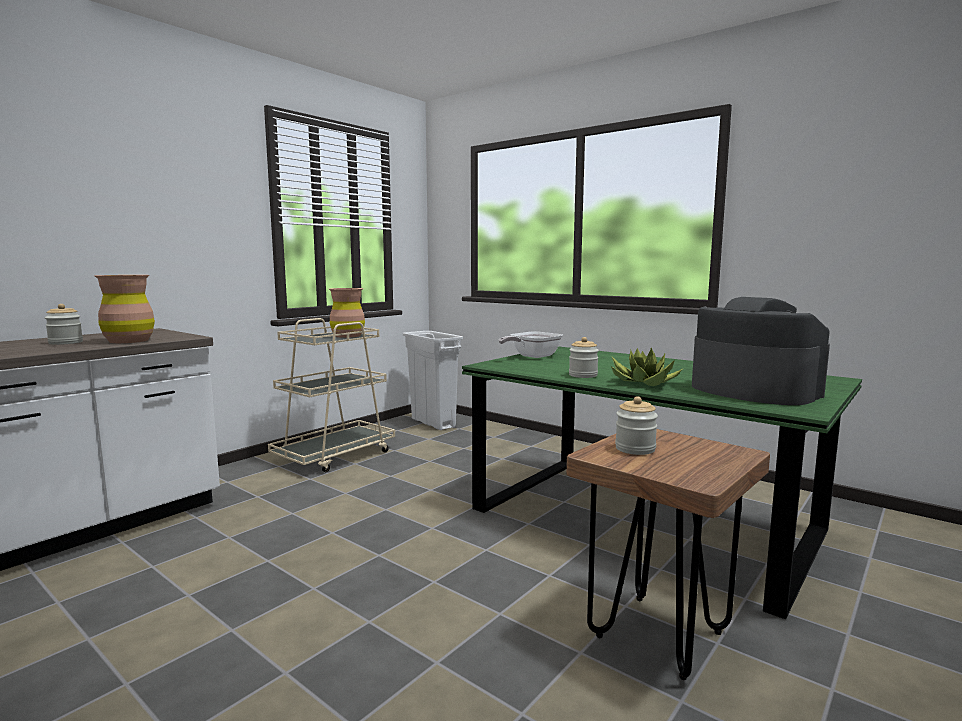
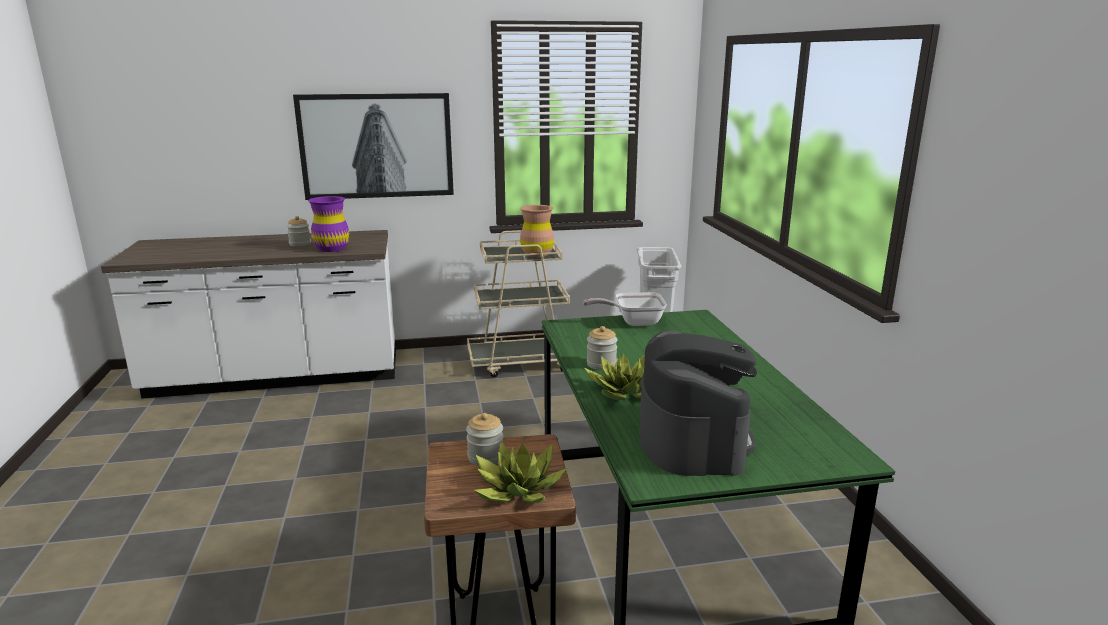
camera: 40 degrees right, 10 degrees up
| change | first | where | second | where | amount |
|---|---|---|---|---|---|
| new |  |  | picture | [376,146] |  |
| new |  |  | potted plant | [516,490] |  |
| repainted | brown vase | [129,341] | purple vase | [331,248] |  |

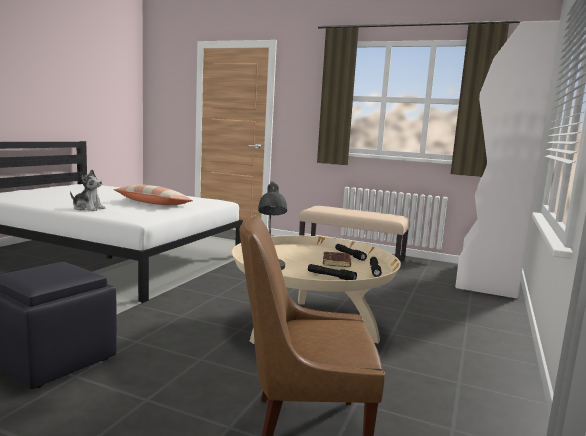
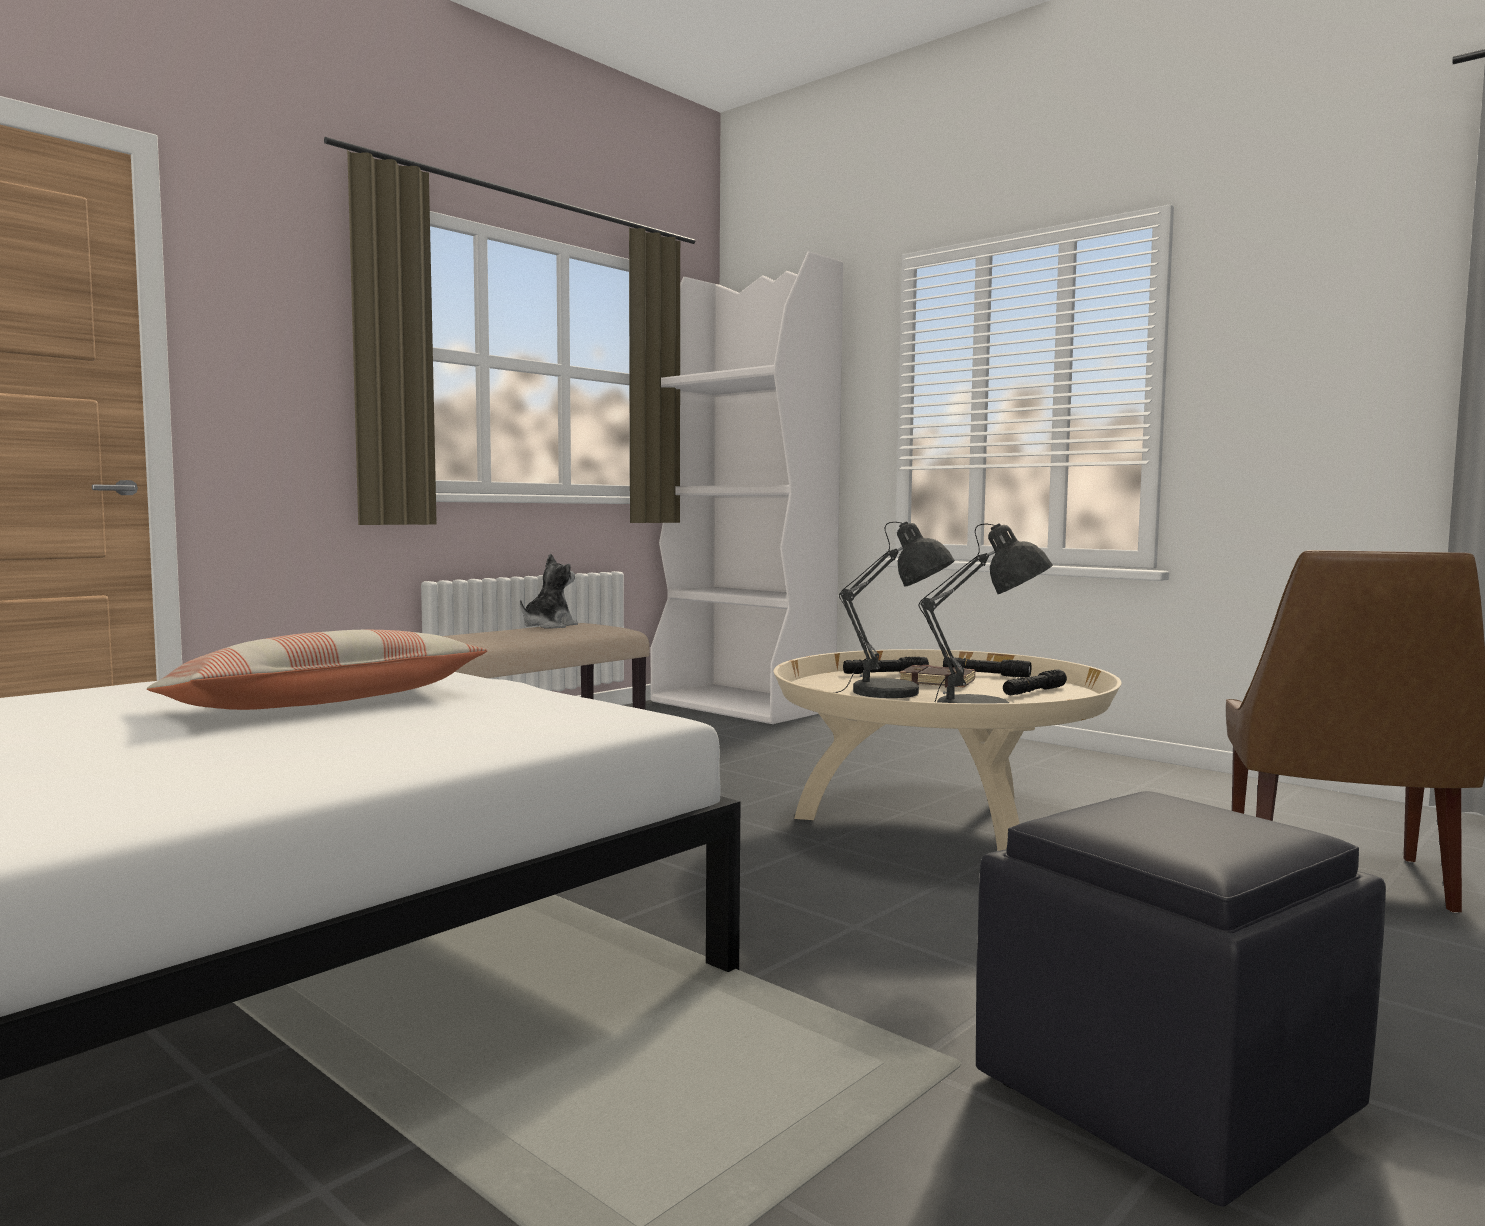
camera: 70 degrees left, 5 degrees down
| change | first | where | second | where | amount |
|---|---|---|---|---|---|
| new |  |  | grey table lamp | [894,693] |  |
| shifted | plush toy | [88,208] |  | [548,626] |  |

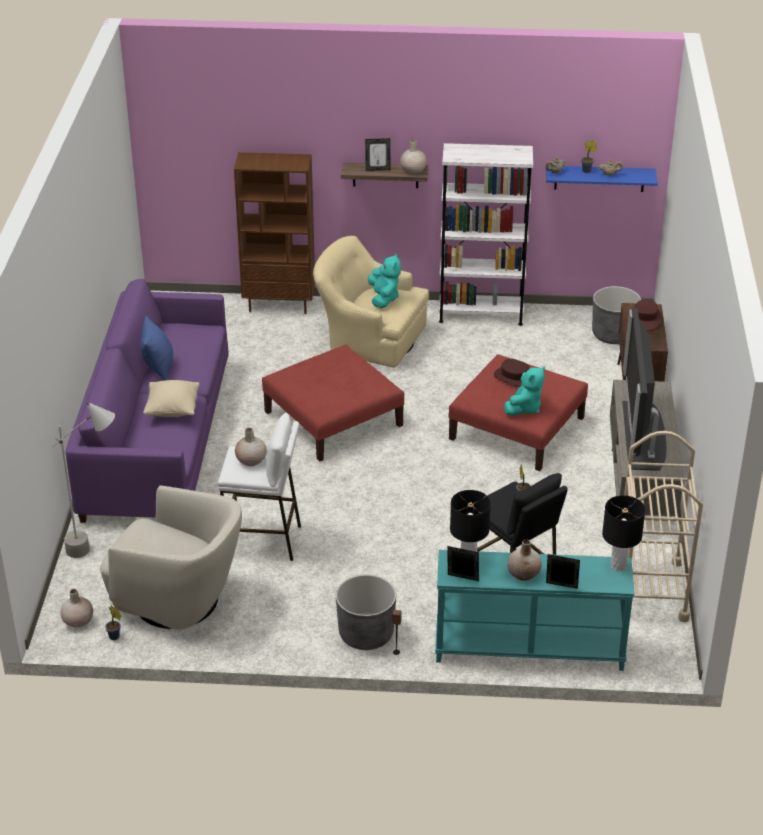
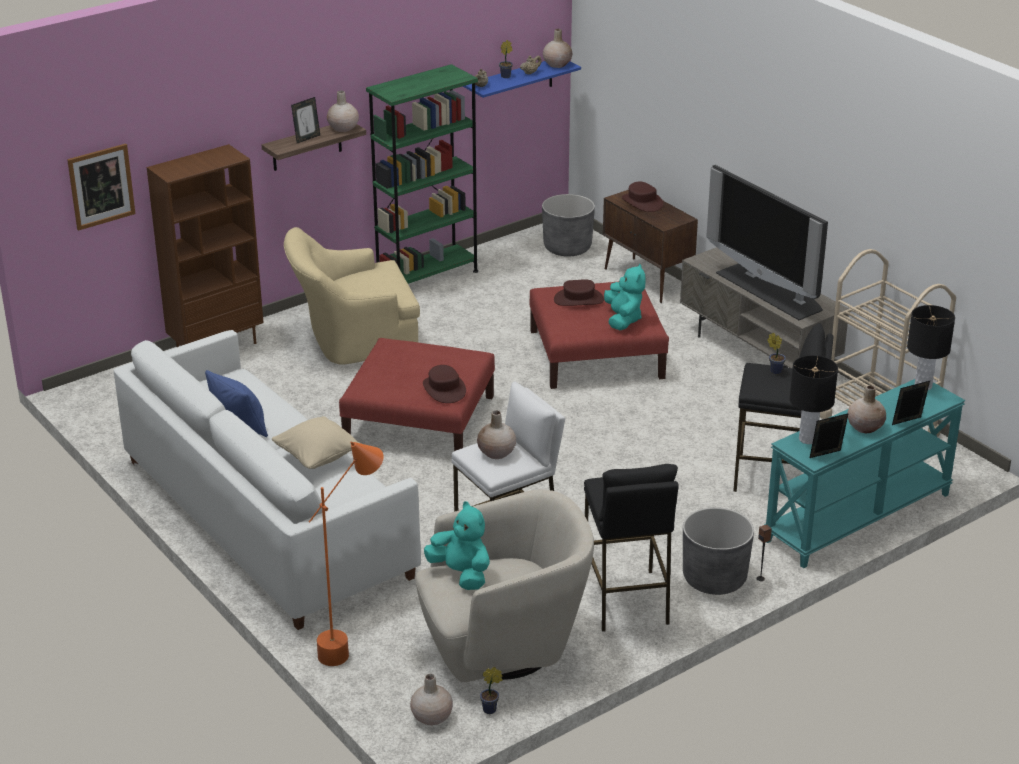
camera: 40 degrees left, 5 degrees down
| change | first | where | second | where | amount |
|---|---|---|---|---|---|
| new |  |  | picture | [101,186] |  |
| new |  |  | brown hat | [444,389] |  |
| new |  |  | beige vase | [557,64] |  |
| new |  |  | black stool | [625,601] |  |
| shifted | turquoise plush toy | [383,298] |  | [461,574] |  |
| repainted | grey floor lamp | [97,549] | orange floor lamp | [353,644] |  |
| repainted | purple sofa | [157,439] | white sofa | [266,517] |  |
| repainted | white bookcase | [481,314] | green bookcase | [427,277] |  |

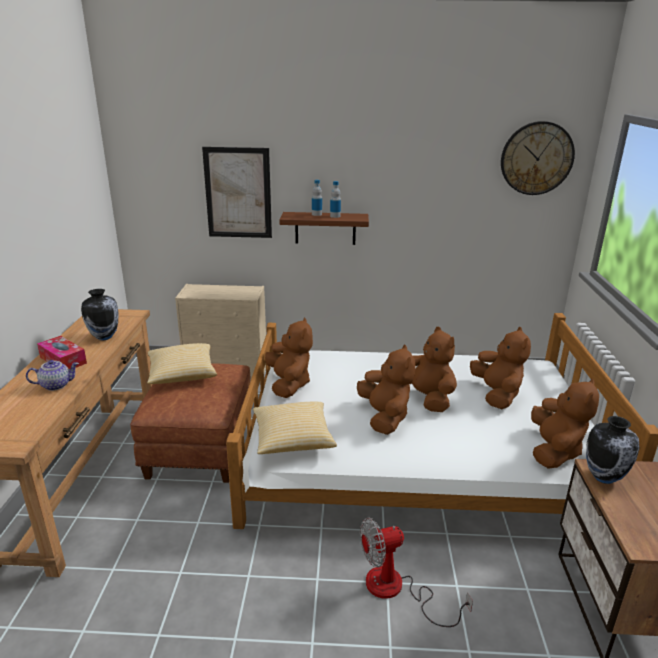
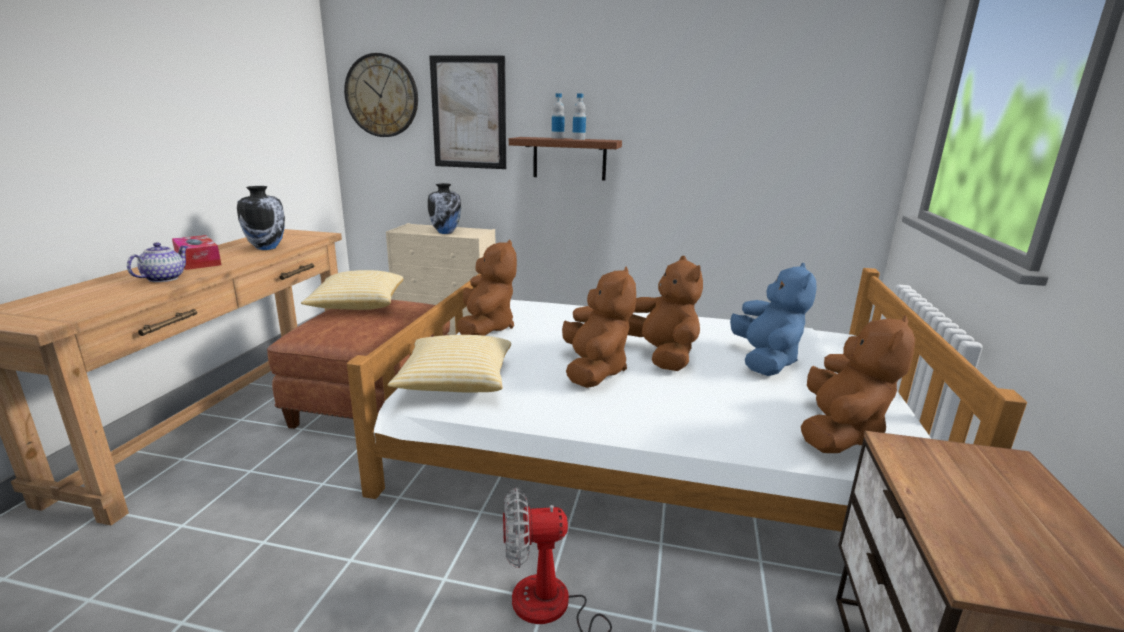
camera: 10 degrees right, 5 degrees down
| change | first | where | second | where | amount |
|---|---|---|---|---|---|
| shifted | wall clock | [536,158] |  | [382,96] |  |
| shifted | vase | [604,477] |  | [446,232] |  |
| repainted | brown plush toy | [496,395] | blue plush toy | [765,361] |  |
| rotated | teapot | [56,385] |  | [163,278] | 60 degrees counterclockwise |

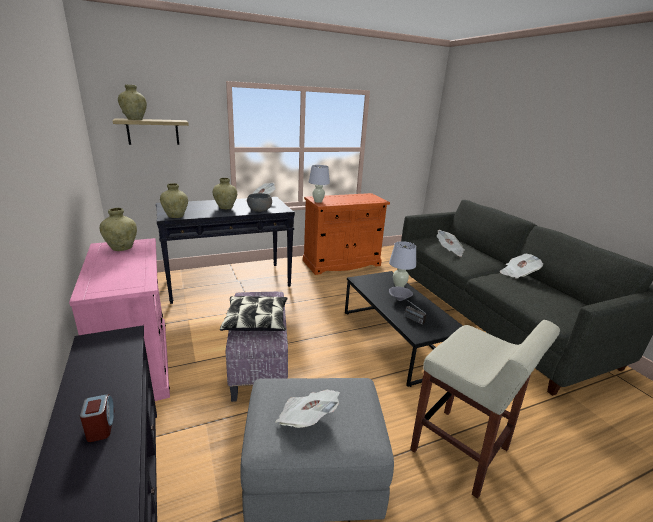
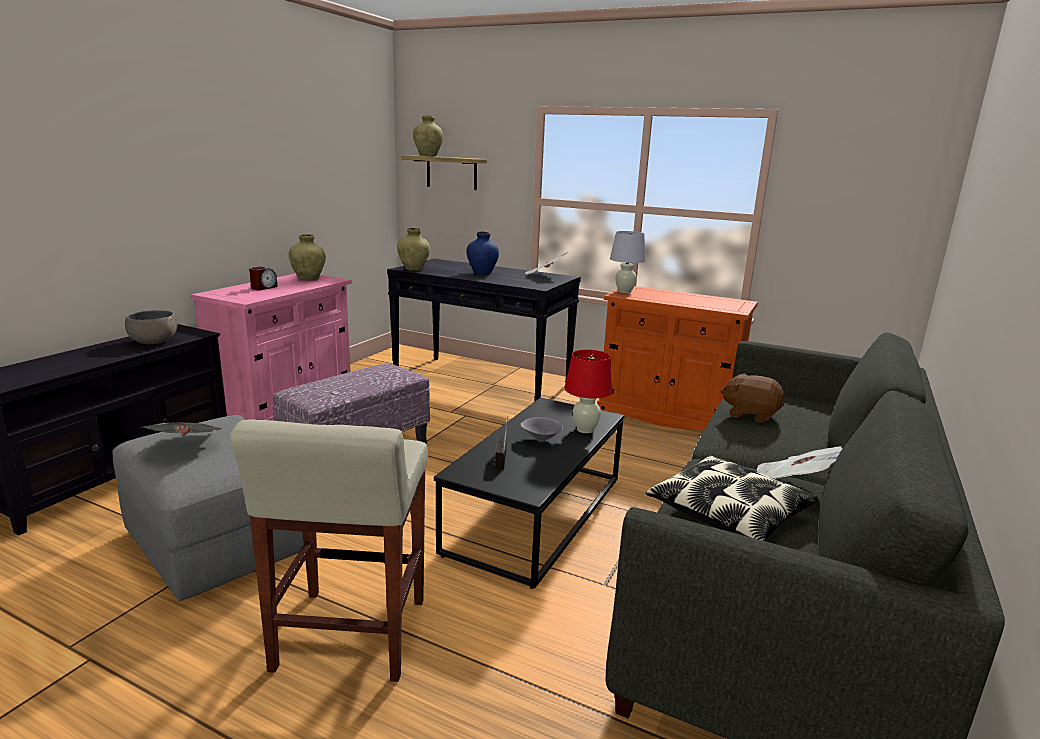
camera: 50 degrees right, 5 degrees down
| change | first | where | second | where | amount |
|---|---|---|---|---|---|
| shifted | alarm clock | [101,426] |  | [264,288] |  |
| shifted | pillow | [256,320] |  | [729,513] |  |
| shifted | grey bowl | [260,210] |  | [154,341] |  |
| swapped | newspaper | [449,251] | brown plush toy | [750,414] |  |
| repainted | beige vase | [225,208] | blue vase | [482,273] |  |
| repainted | white table lamp | [399,285] | red table lamp | [585,429] |  |

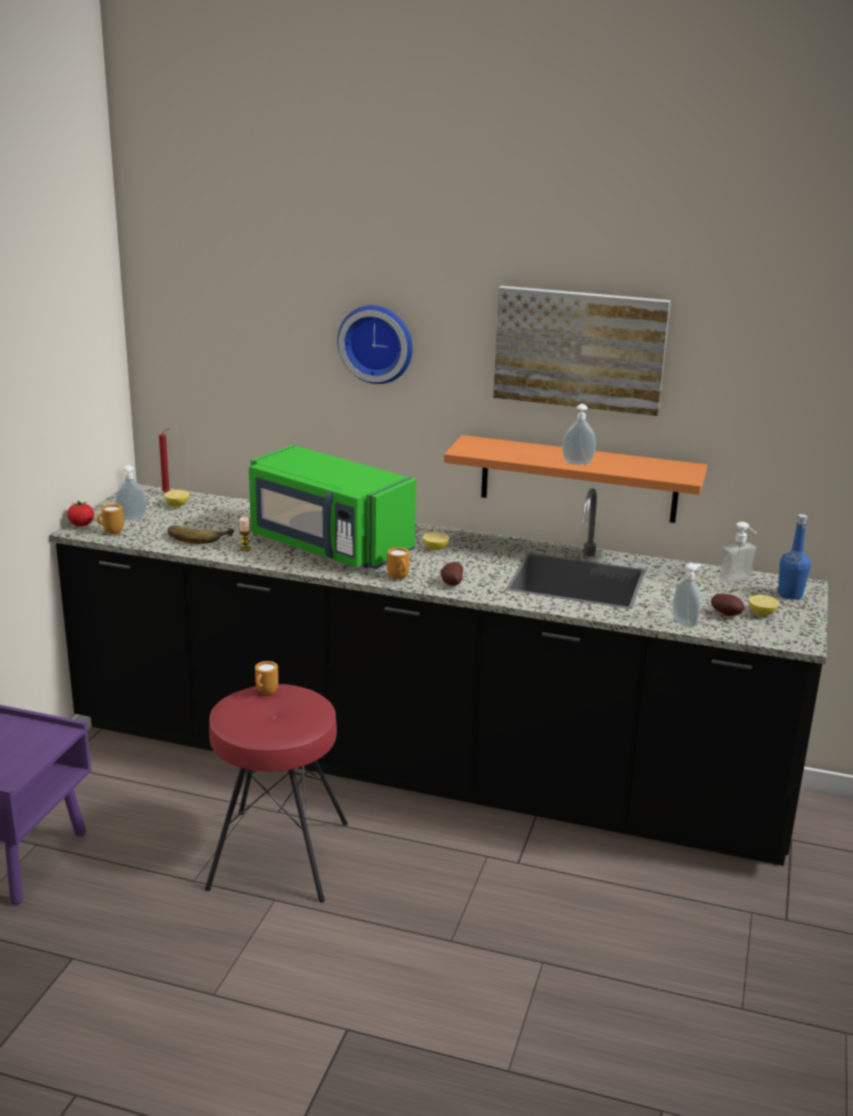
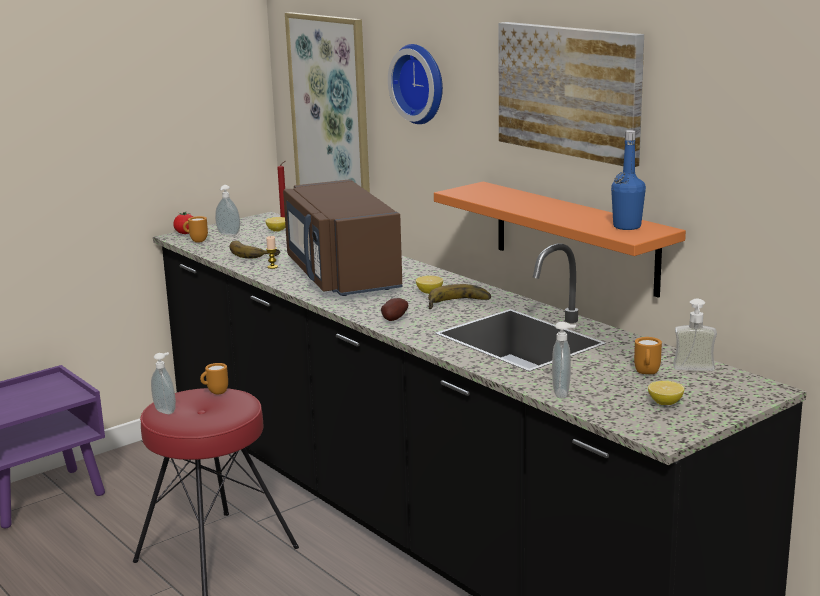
camera: 35 degrees right, 5 degrees down
| change | first | where | second | where | amount |
|---|---|---|---|---|---|
| gone | potato | [727,615] |  |  |  |
| new |  |  | picture | [331,113] |  |
| new |  |  | banana | [459,304] |  |
| shifted | orange mug | [399,578] |  | [647,374] |  |
| shifted | soap dispenser | [577,462] |  | [166,410] |  |
| shifted | blue bottle | [790,595] |  | [627,226] |  |
| repainted | green microwave | [328,546] | brown microwave | [341,275] |  |

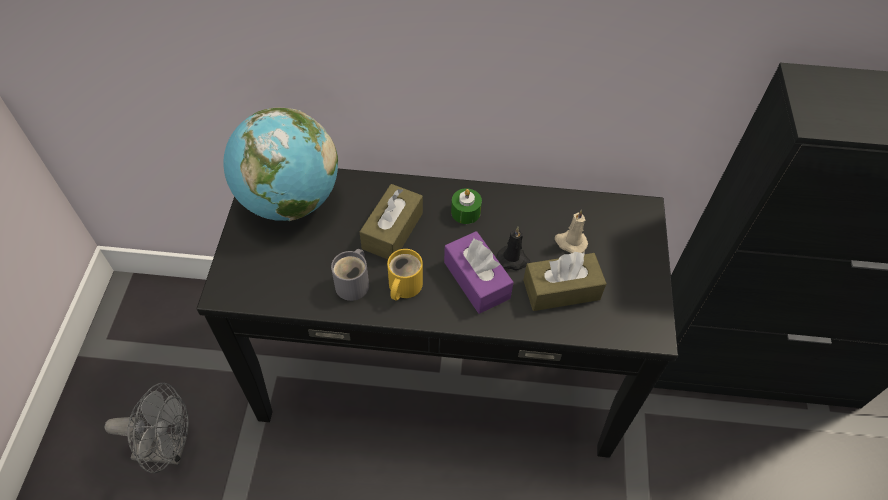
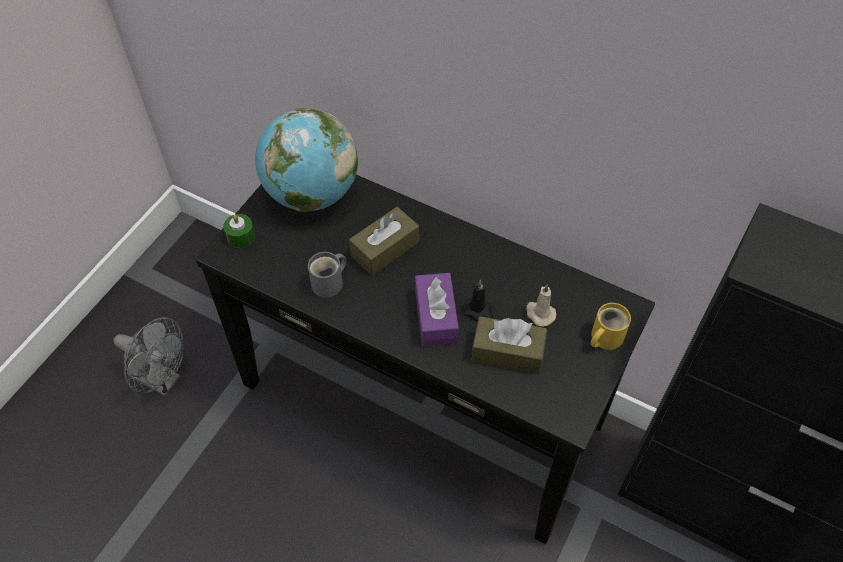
camera: 25 degrees right, 0 degrees up
| change | first | where | second | where | amount |
|---|---|---|---|---|---|
| shifted | yellow mug | [403,286] |  | [604,337] |  |
| shifted | green candle | [465,212] |  | [240,236] |  |

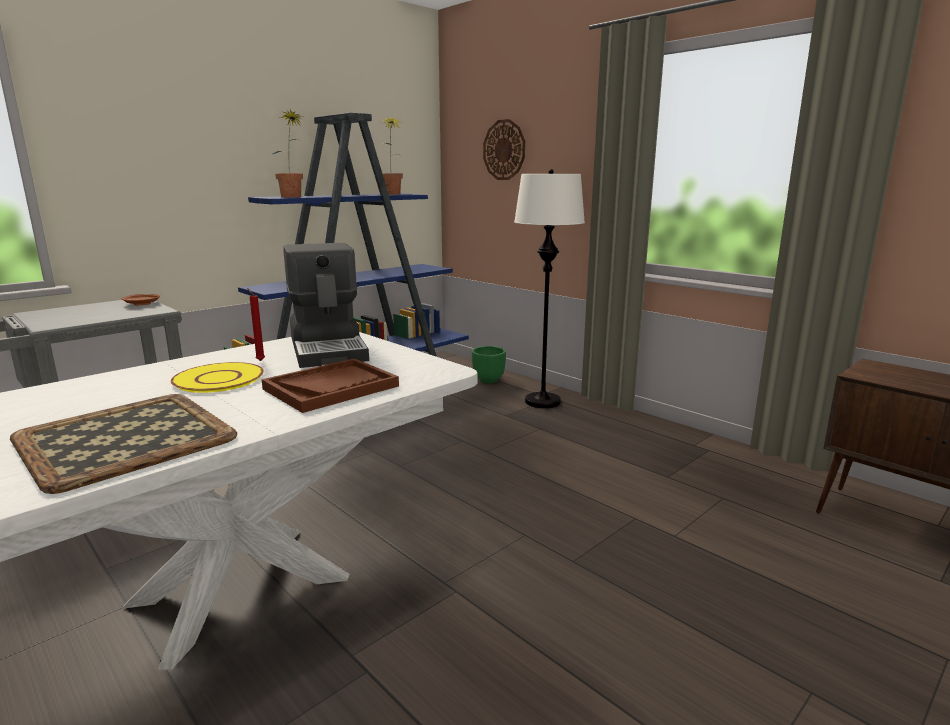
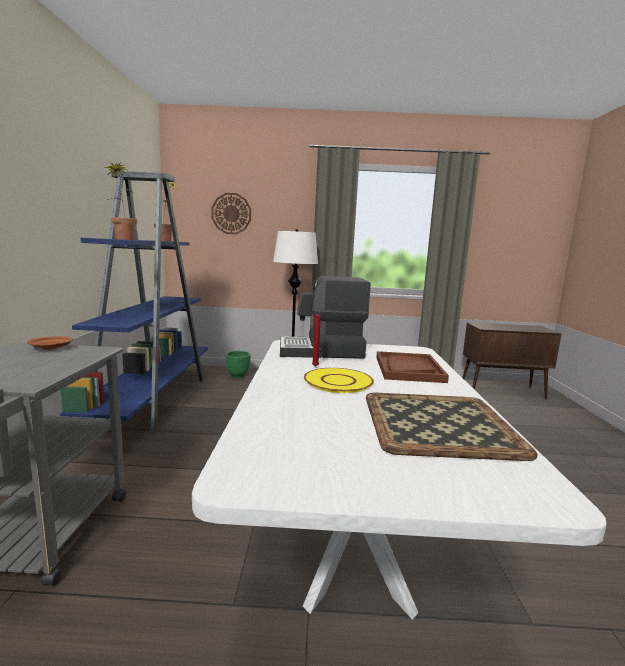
camera: 45 degrees left, 5 degrees down
| change | first | where | second | where | amount |
|---|---|---|---|---|---|
| rotated | coffee machine | [329,348] |  | [321,351] | 150 degrees clockwise |

